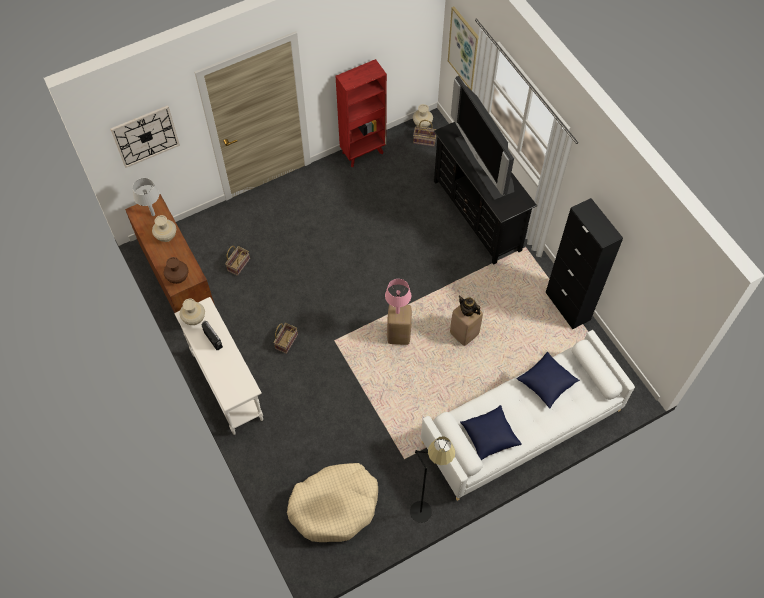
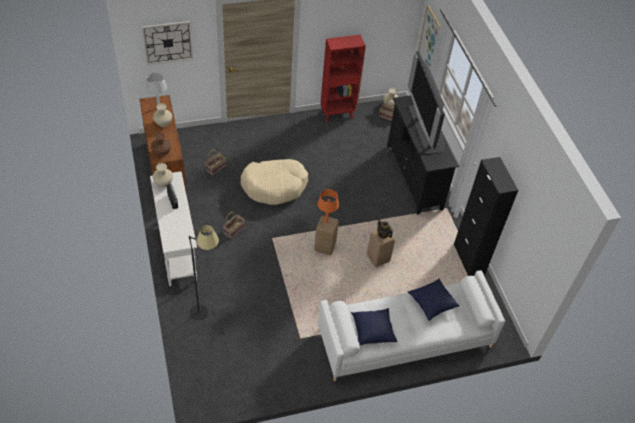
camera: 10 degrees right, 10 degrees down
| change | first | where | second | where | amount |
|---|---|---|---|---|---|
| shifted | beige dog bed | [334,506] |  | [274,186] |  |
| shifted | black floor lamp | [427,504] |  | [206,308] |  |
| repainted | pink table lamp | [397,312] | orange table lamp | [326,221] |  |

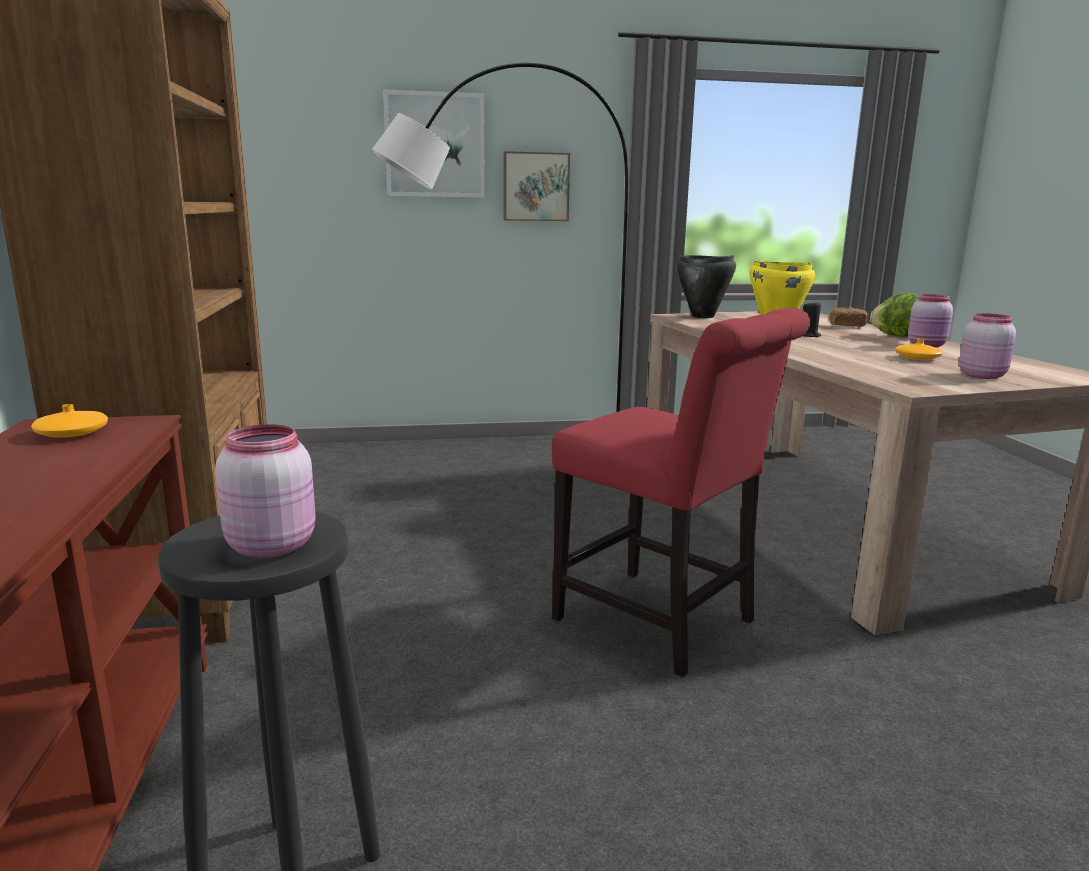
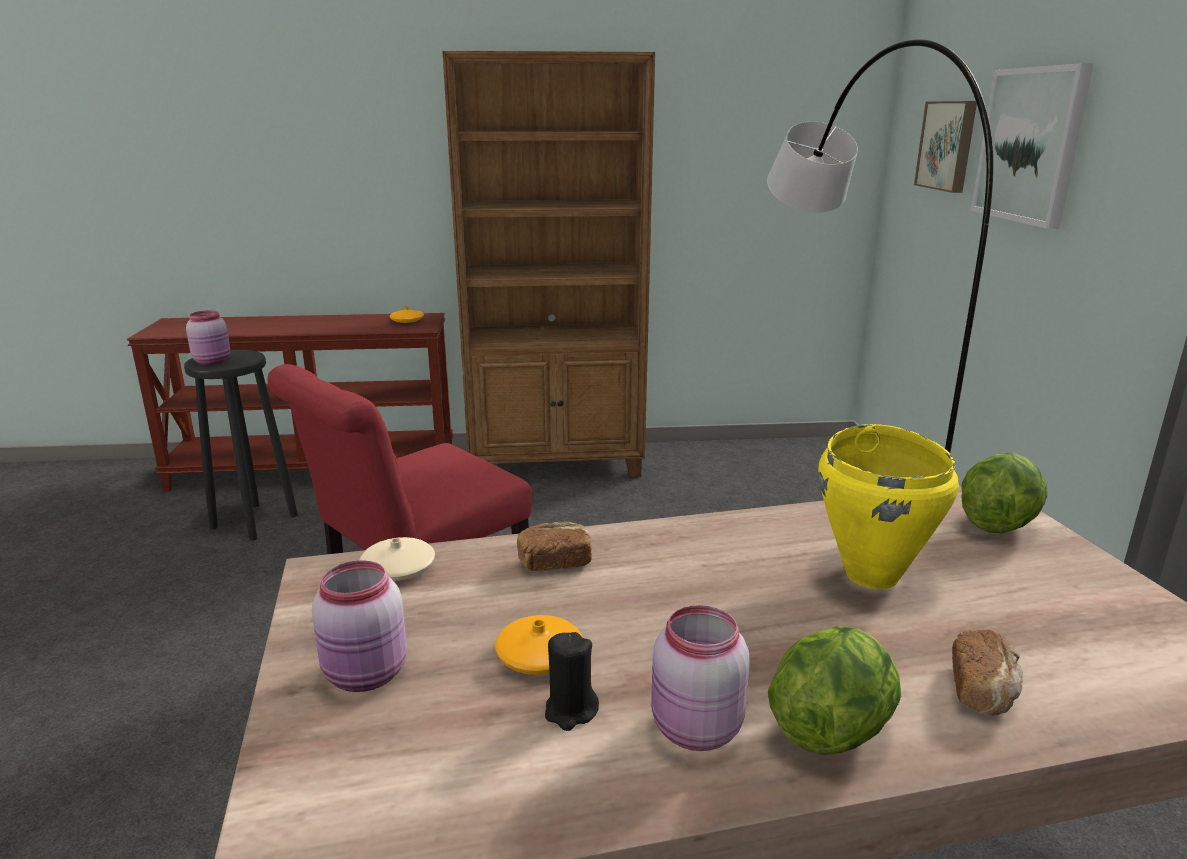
camera: 95 degrees right, 5 degrees up
| change | first | where | second | where | amount |
|---|---|---|---|---|---|
| new |  |  | beige vase | [398,569] |  |
| new |  |  | bread | [555,562] |  |
| shifted | picture | [535,187] |  | [948,145] |  |
| shifted | black candle | [809,335] |  | [570,711] |  |
| swapped | black cooking pot | [703,316] | lettuce | [996,524] |  |

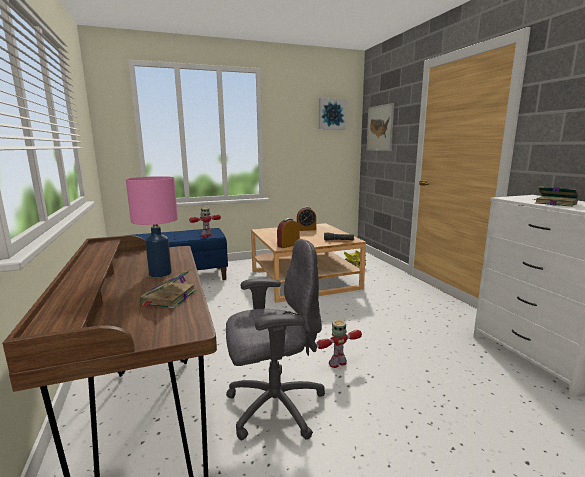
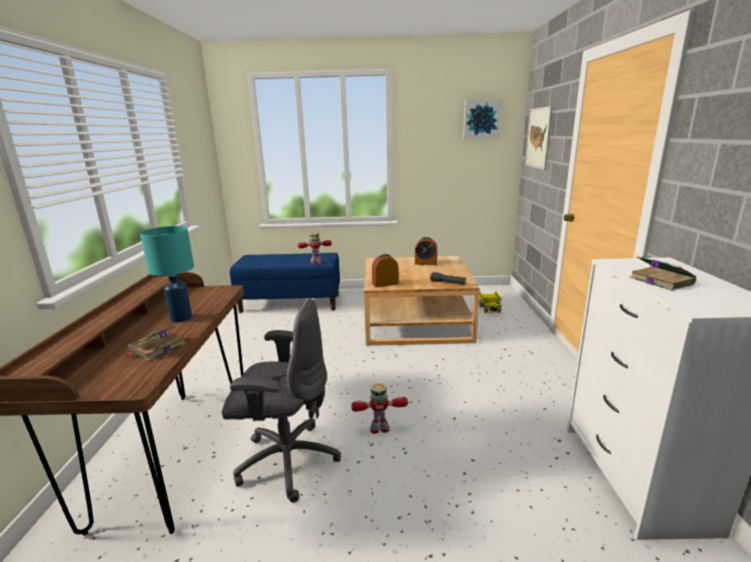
camera: 20 degrees right, 5 degrees up
| change | first | where | second | where | amount |
|---|---|---|---|---|---|
| repainted | pink table lamp | [159,274] | turquoise table lamp | [180,318] |  |

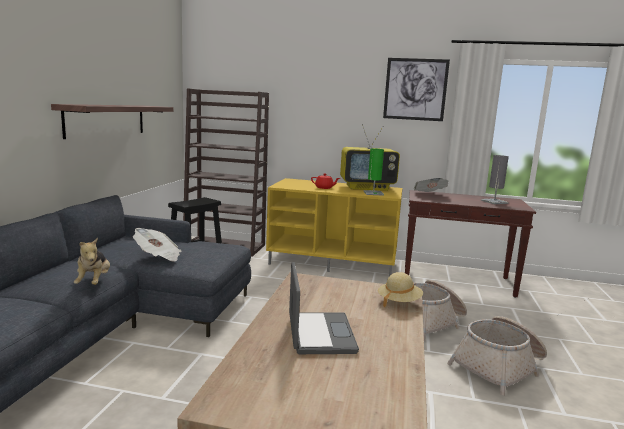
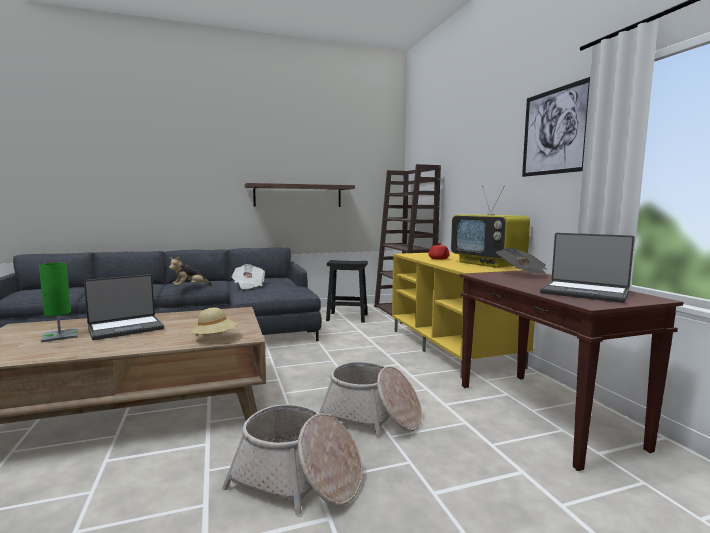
camera: 60 degrees right, 5 degrees down
| change | first | where | second | where | amount |
|---|---|---|---|---|---|
| shifted | green table lamp | [373,193] |  | [60,336] |  |
| swapped | grey table lamp | [494,202] | laptop | [584,293] |  |

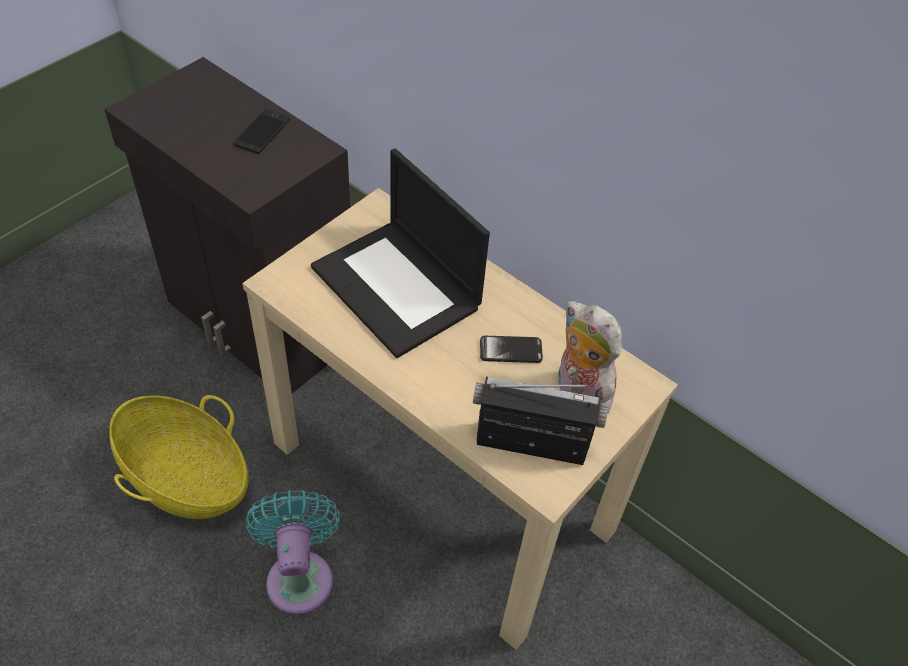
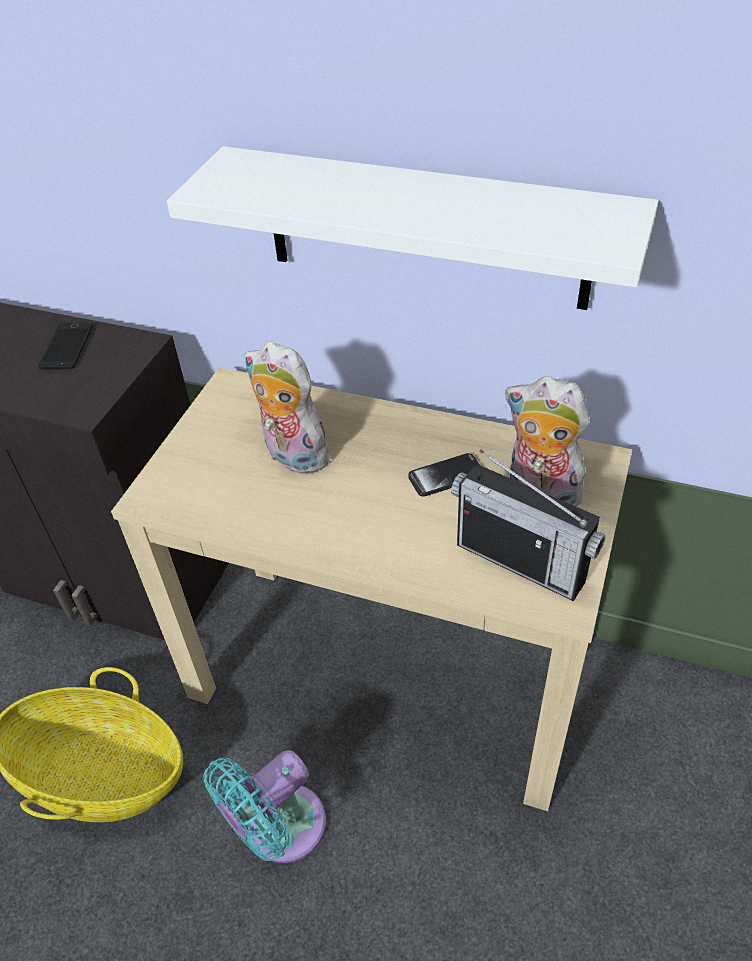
camera: 15 degrees left, 5 degrees down
| change | first | where | second | where | amount |
|---|---|---|---|---|---|
| new |  |  | white shelf | [425,229] |  |
| swapped | laptop | [398,288] | plush toy | [292,456] |  |
| rotated | turquoise fan | [300,575] |  | [279,830] | 105 degrees counterclockwise |
| rotated | radio | [531,443] |  | [521,561] | 135 degrees counterclockwise |

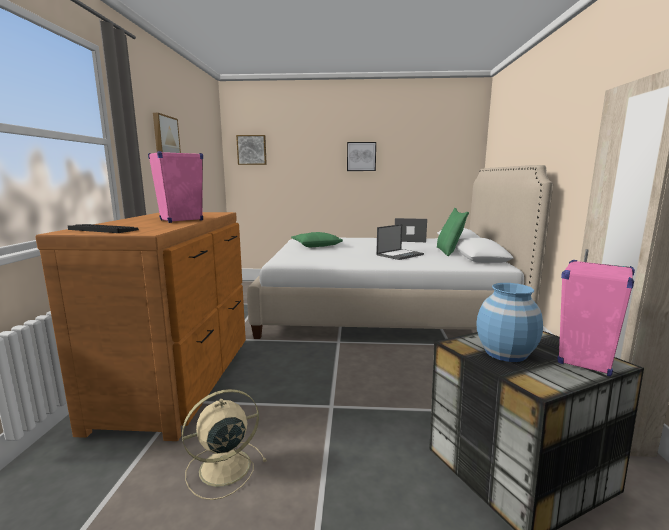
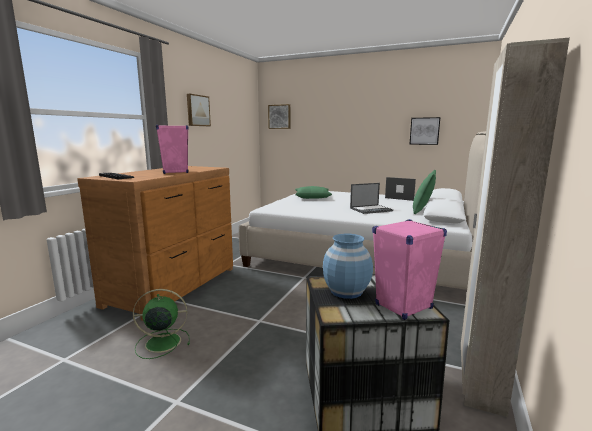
camera: 20 degrees right, 0 degrees up
| change | first | where | second | where | amount |
|---|---|---|---|---|---|
| shifted | picture | [361,156] |  | [424,131] |  |
| repainted | beige fan | [222,468] | green fan | [161,343] |  |

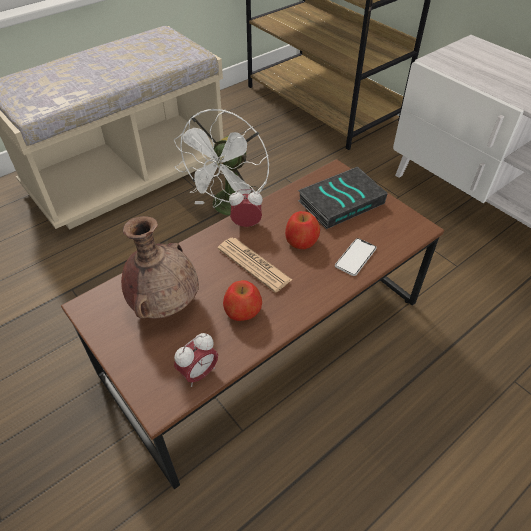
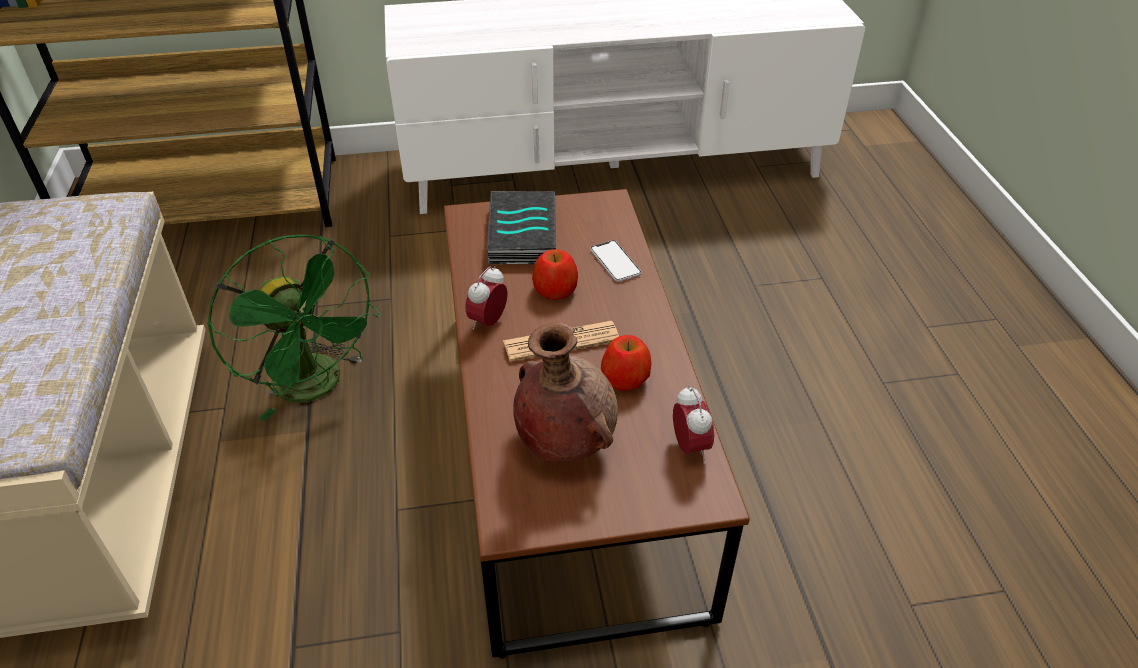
camera: 60 degrees left, 5 degrees down
| change | first | where | second | where | amount |
|---|---|---|---|---|---|
| repainted | white fan | [230,209] | green fan | [317,387] |  |

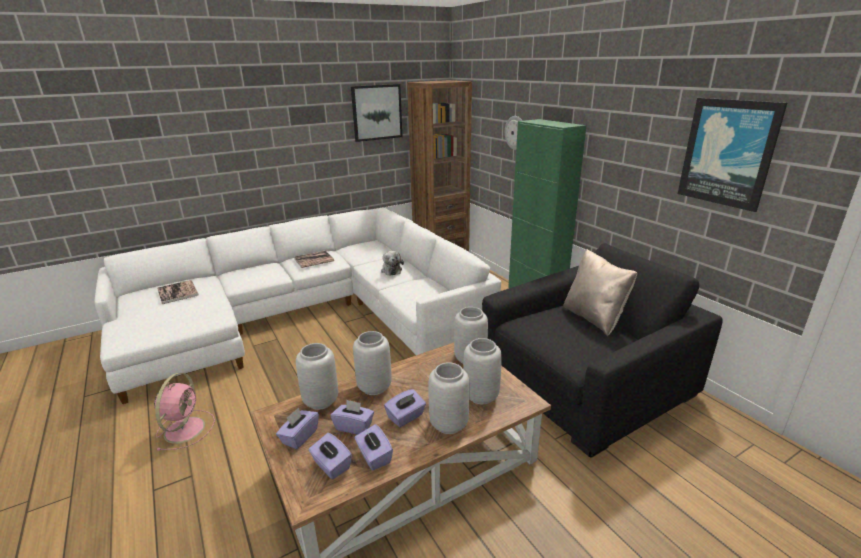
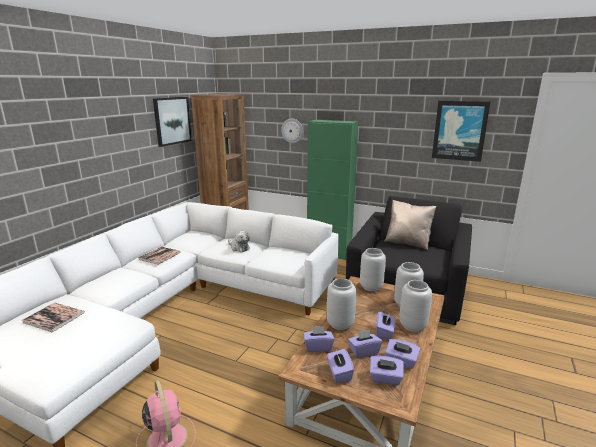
camera: 35 degrees left, 5 degrees down
| change | first | where | second | where | amount |
|---|---|---|---|---|---|
| swapped | grey vase | [320,401] | purple tissue box | [318,347] |  |

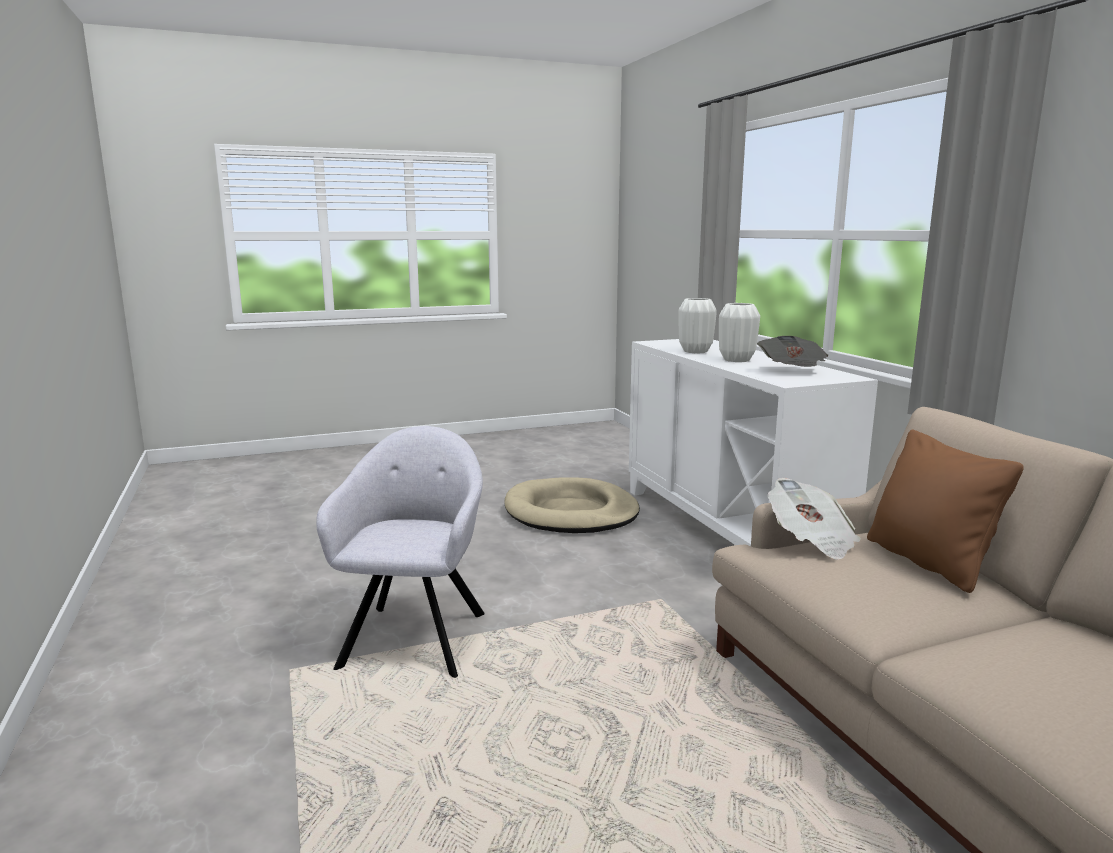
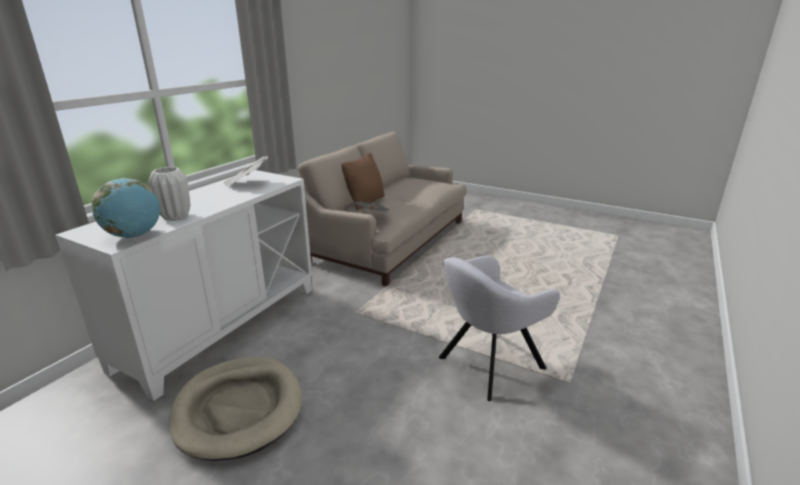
camera: 130 degrees left, 10 degrees up
| change | first | where | second | where | amount |
|---|---|---|---|---|---|
| gone | white vase | [736,360] |  |  |  |
| new |  |  | globe | [134,235] |  |

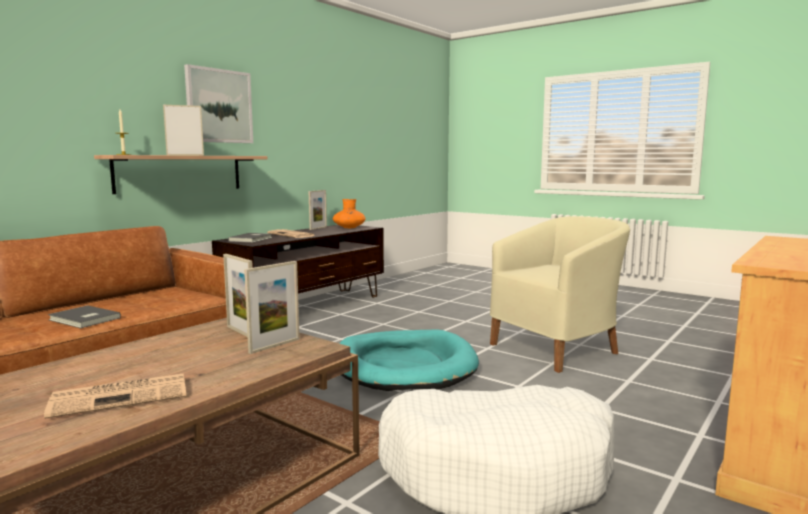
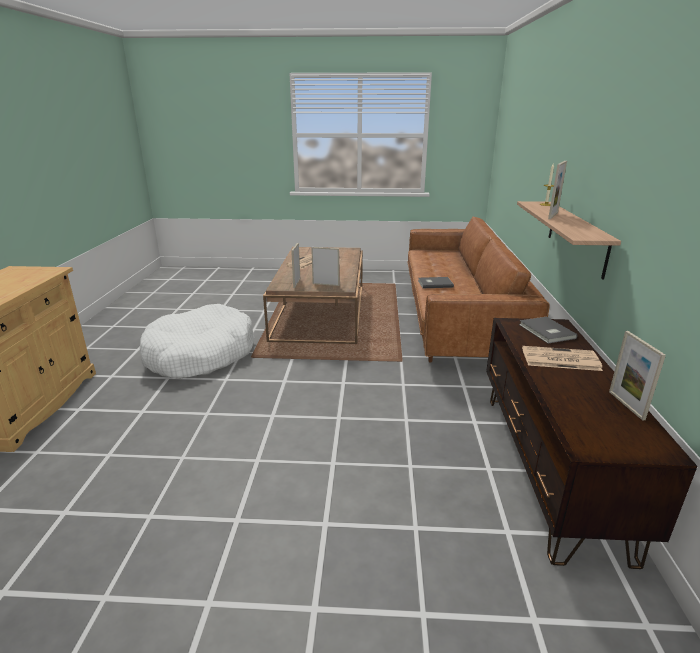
camera: 145 degrees right, 15 degrees up
| change | first | where | second | where | amount |
|---|---|---|---|---|---|
| gone | picture | [219,106] |  |  |  |
| gone | orange vase | [349,227] |  |  |  |
| gone | turquoise dog bed | [404,366] |  |  |  |
| gone | beige armchair | [557,349] |  |  |  |

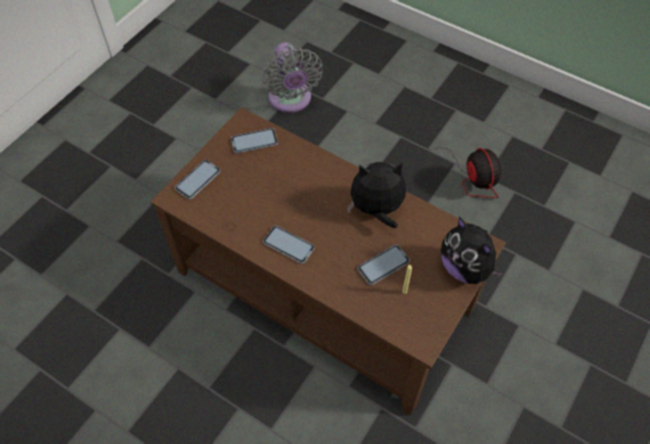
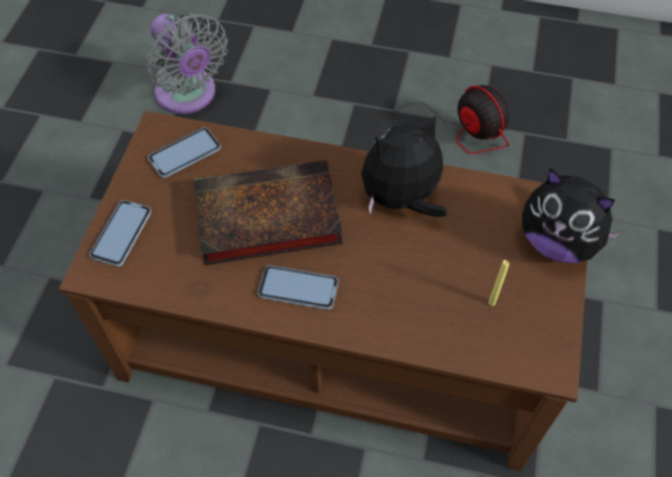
camera: 20 degrees left, 0 degrees up
| change | first | where | second | where | amount |
|---|---|---|---|---|---|
| gone | phone | [383,265] |  |  |  |
| new |  |  | book | [264,219] |  |

